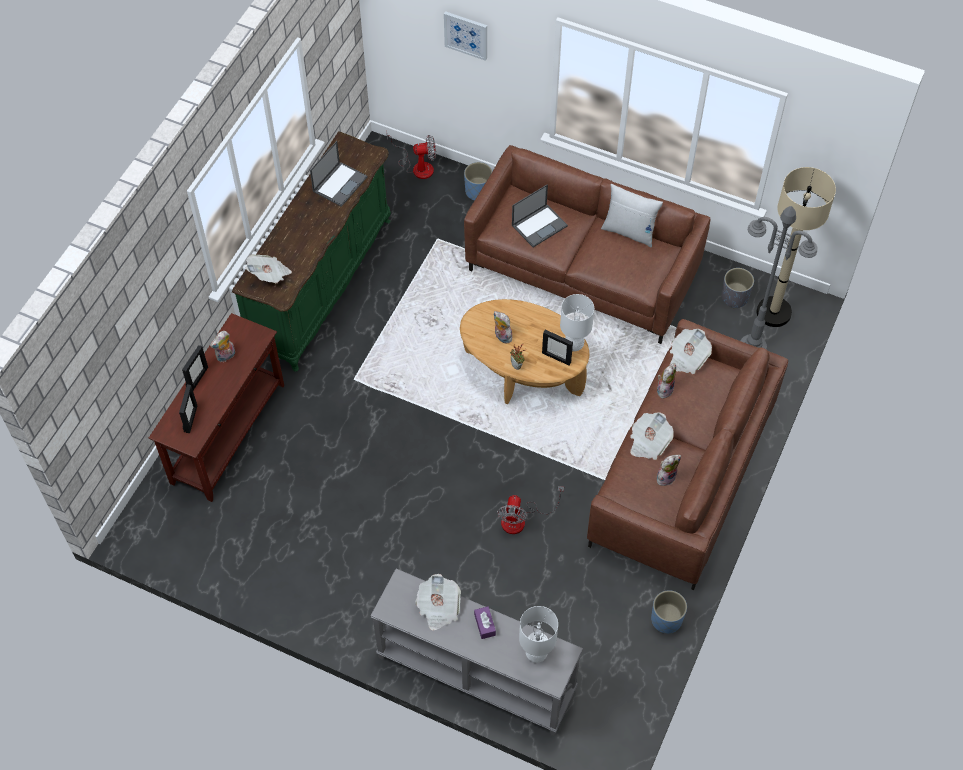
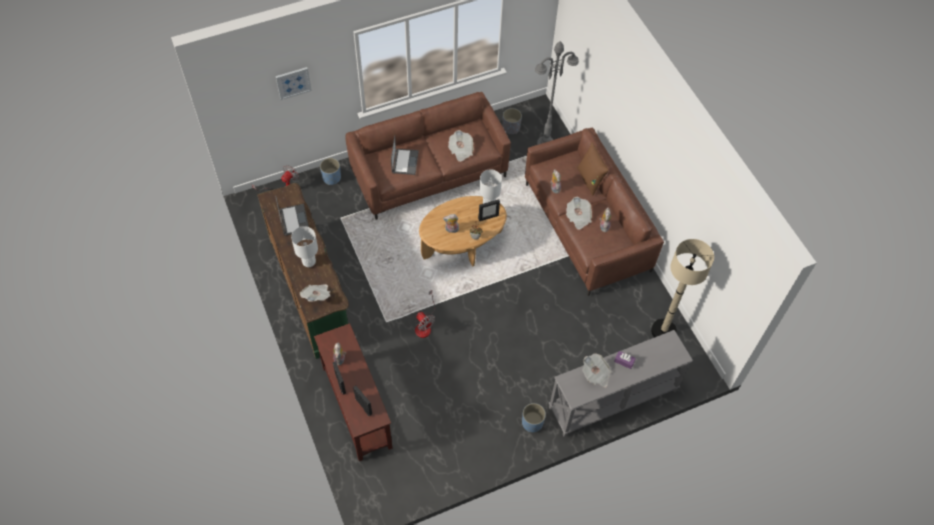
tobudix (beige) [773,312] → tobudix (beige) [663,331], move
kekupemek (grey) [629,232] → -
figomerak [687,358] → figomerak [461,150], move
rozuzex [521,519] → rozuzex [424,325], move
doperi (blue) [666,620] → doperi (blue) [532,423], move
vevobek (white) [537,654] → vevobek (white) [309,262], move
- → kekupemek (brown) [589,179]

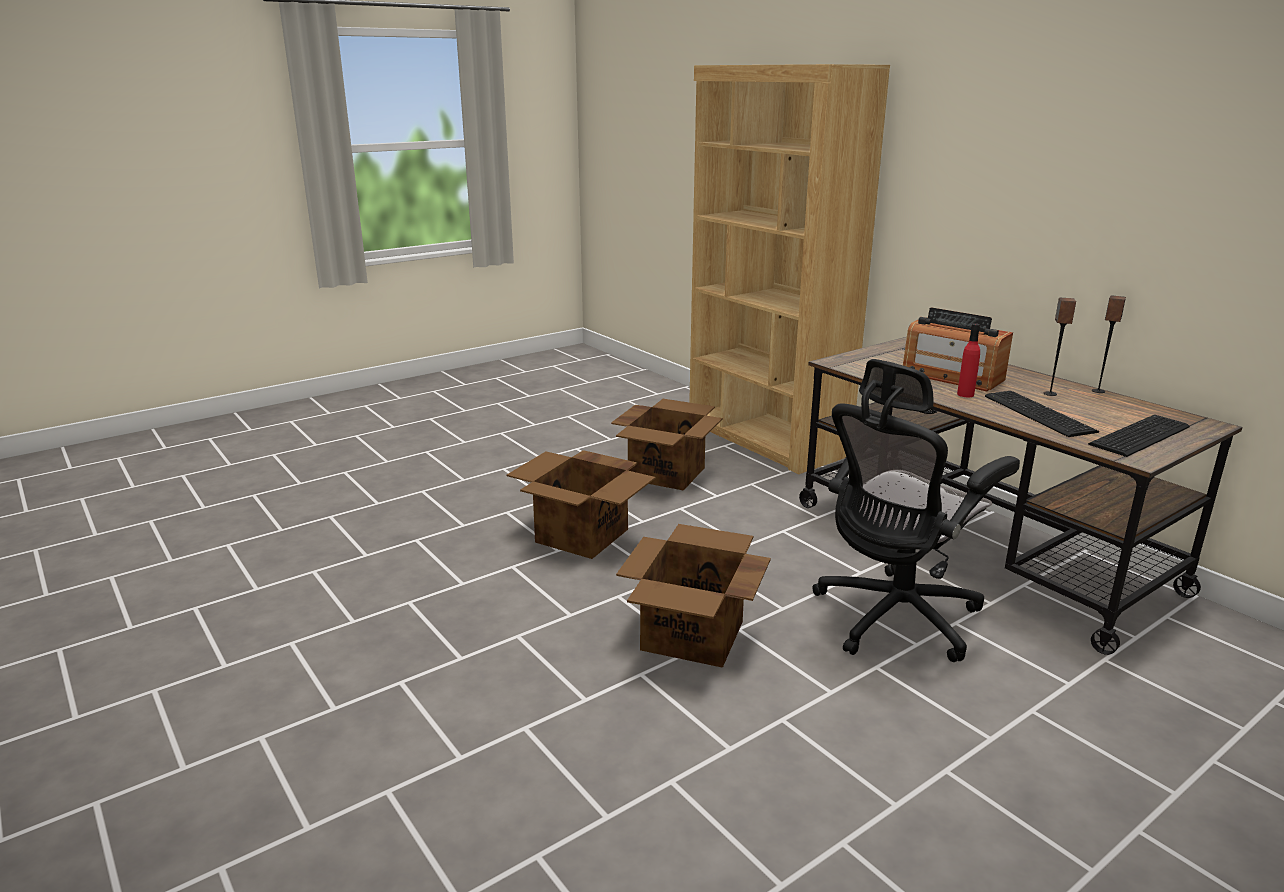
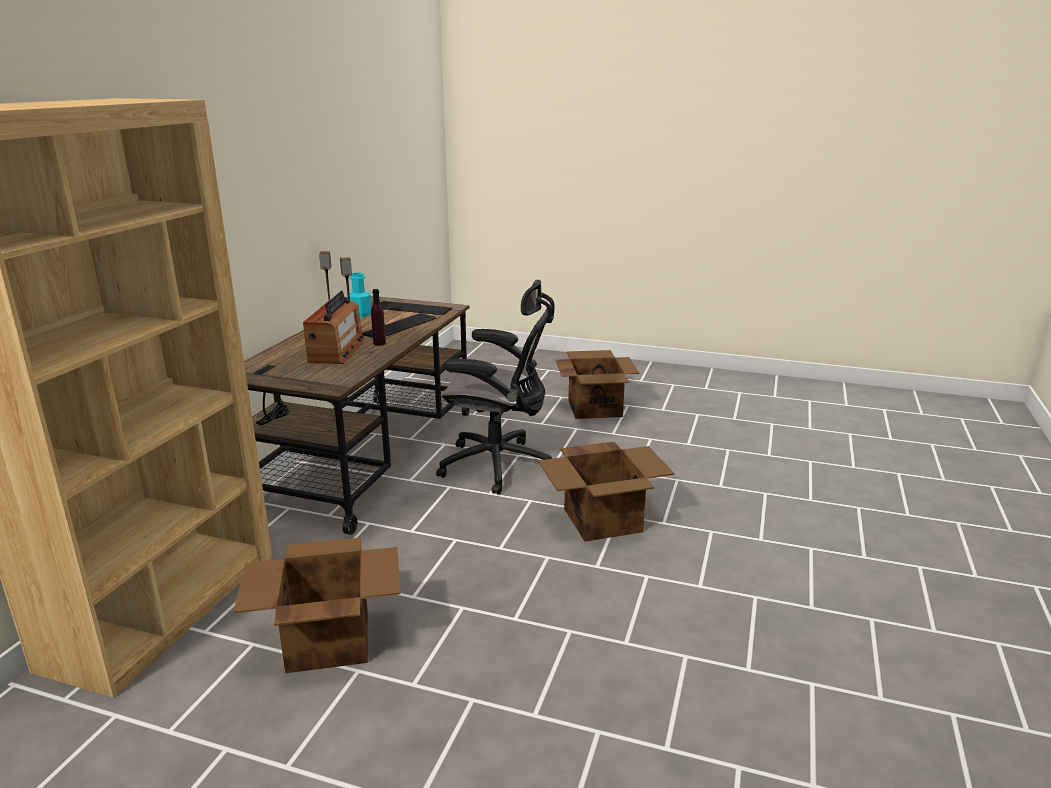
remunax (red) [965,394] → remunax (purple) [379,343]
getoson [583,536] → getoson [595,408], move
- → remunax (turquoise) [360,314]

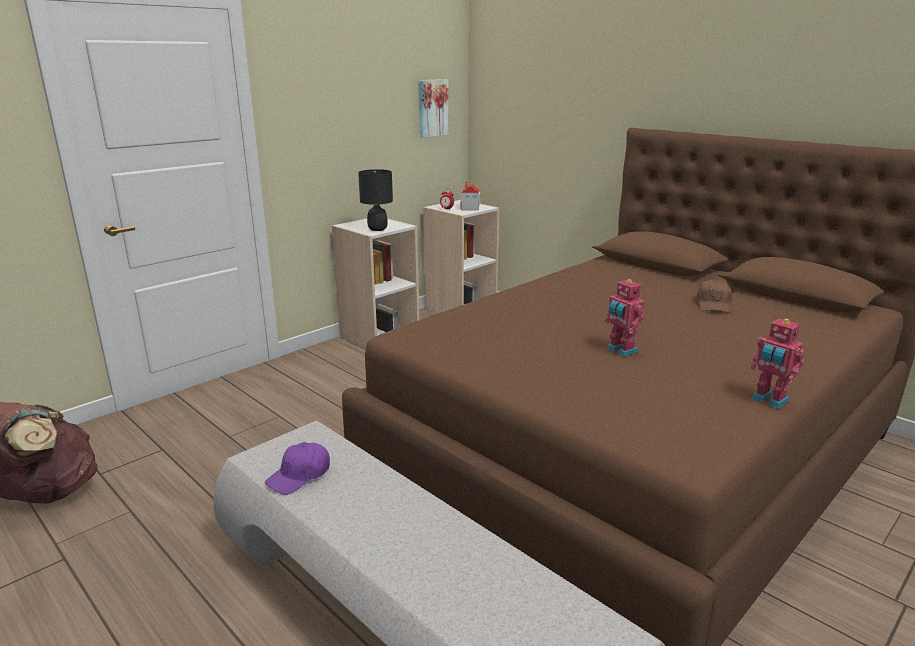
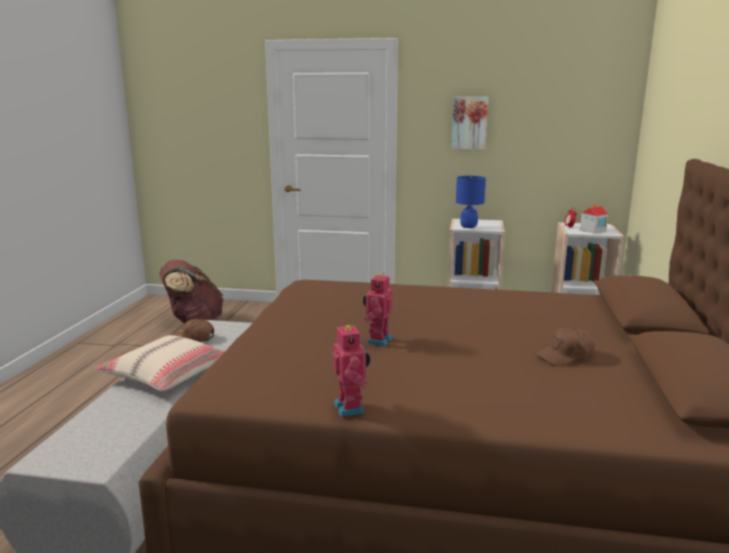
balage [432,108] → balage [469,123], move
vevobek (black) [378,230] → vevobek (blue) [468,227]
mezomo [769,400] → mezomo [351,408], 150 degrees clockwise
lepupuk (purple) [299,476] → lepupuk (brown) [194,338]
- → kekupemek (beige) [166,374]

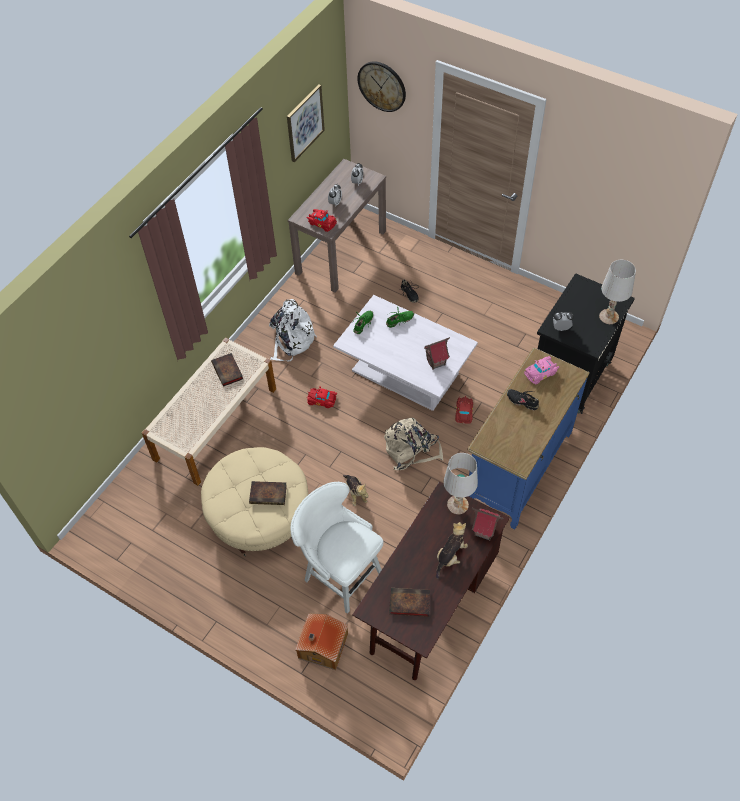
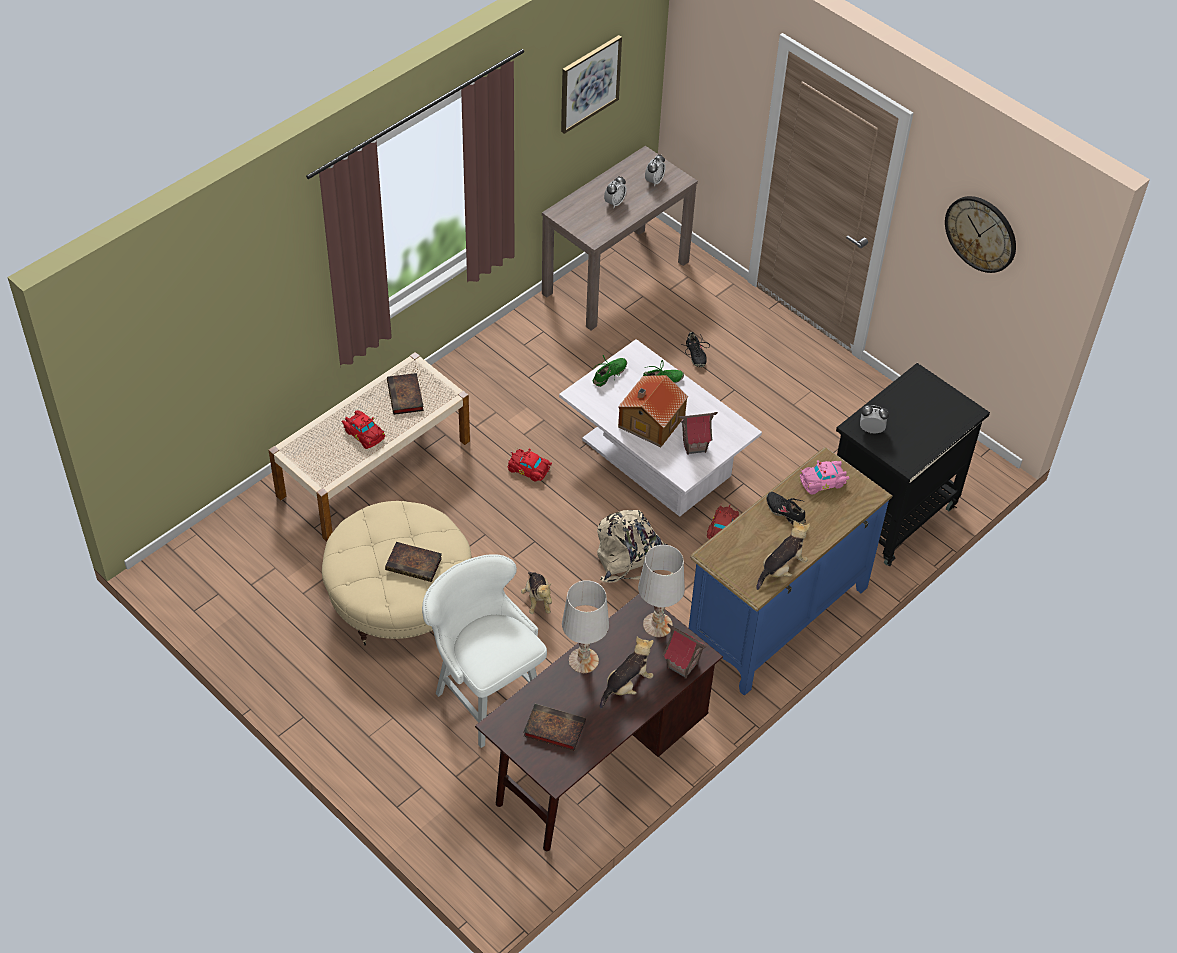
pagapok [382,86] → pagapok [981,233], move
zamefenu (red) [322,222] → zamefenu (red) [364,433], move
vevobek (white) [608,316] → vevobek (white) [583,660], move
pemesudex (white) [291,340] → -
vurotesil [322,646] → vurotesil [650,421], move
- → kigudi [781,569]

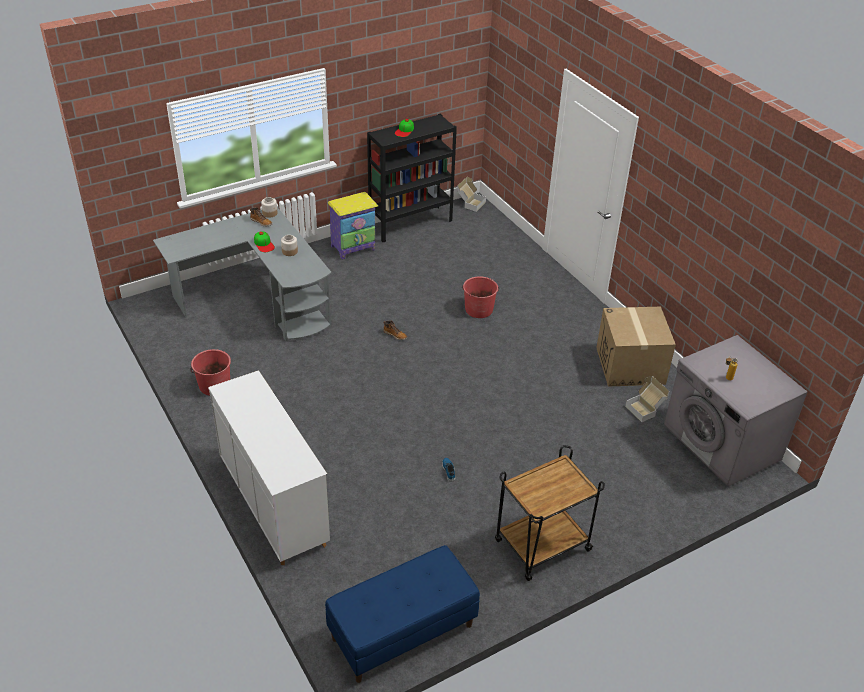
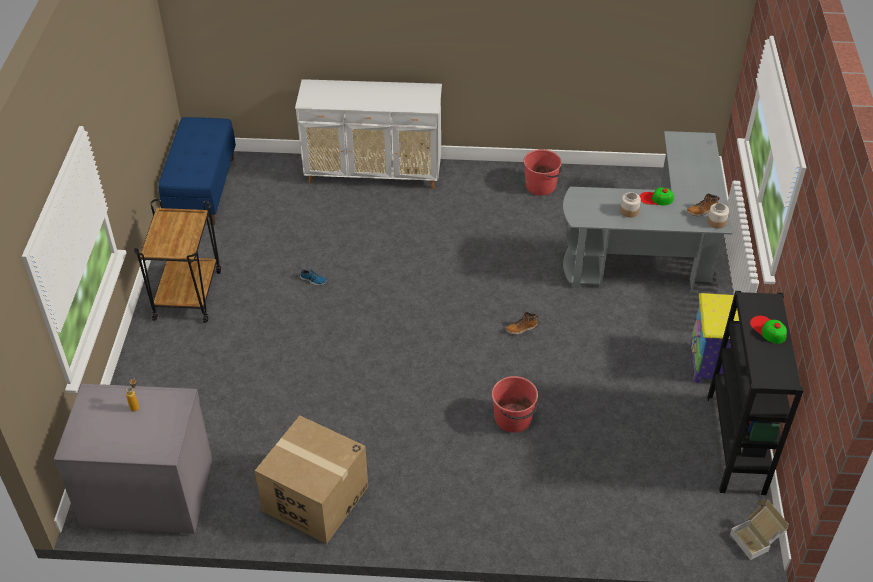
getoson [645,409] → -

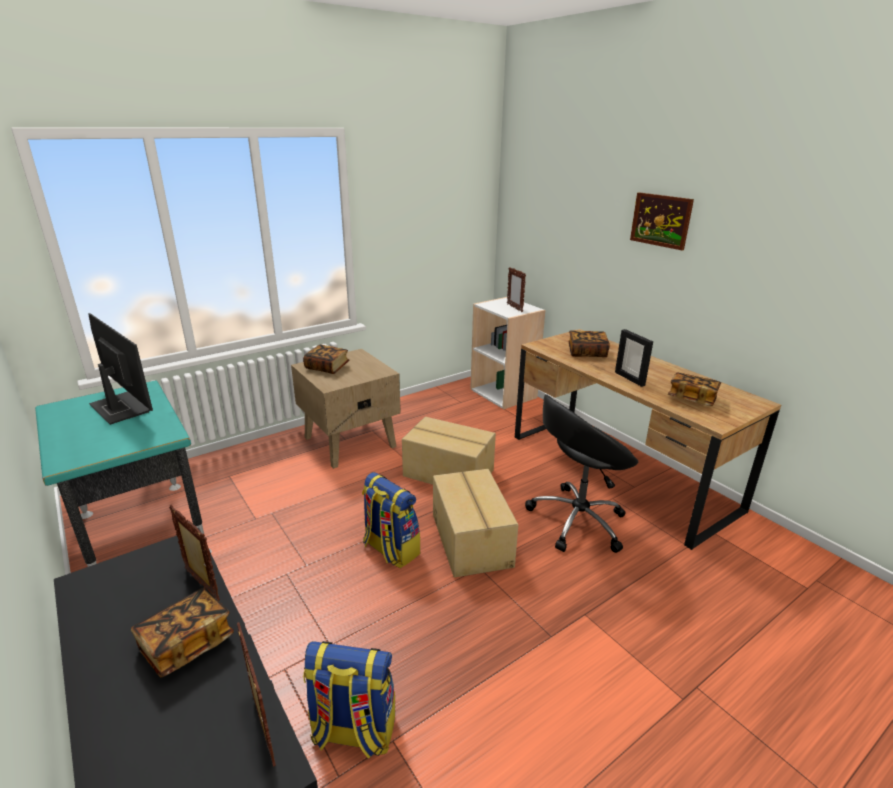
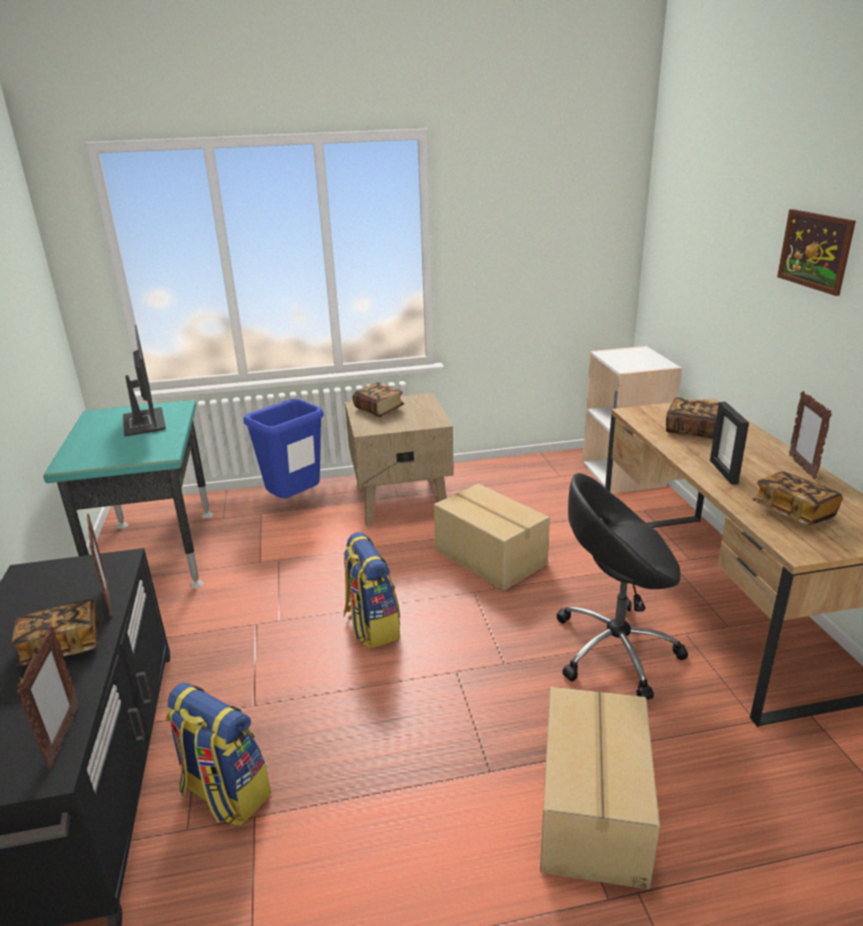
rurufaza [514,308] → rurufaza [801,467], move
getoson [472,539] → getoson [595,809], move
- → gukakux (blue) [294,502]

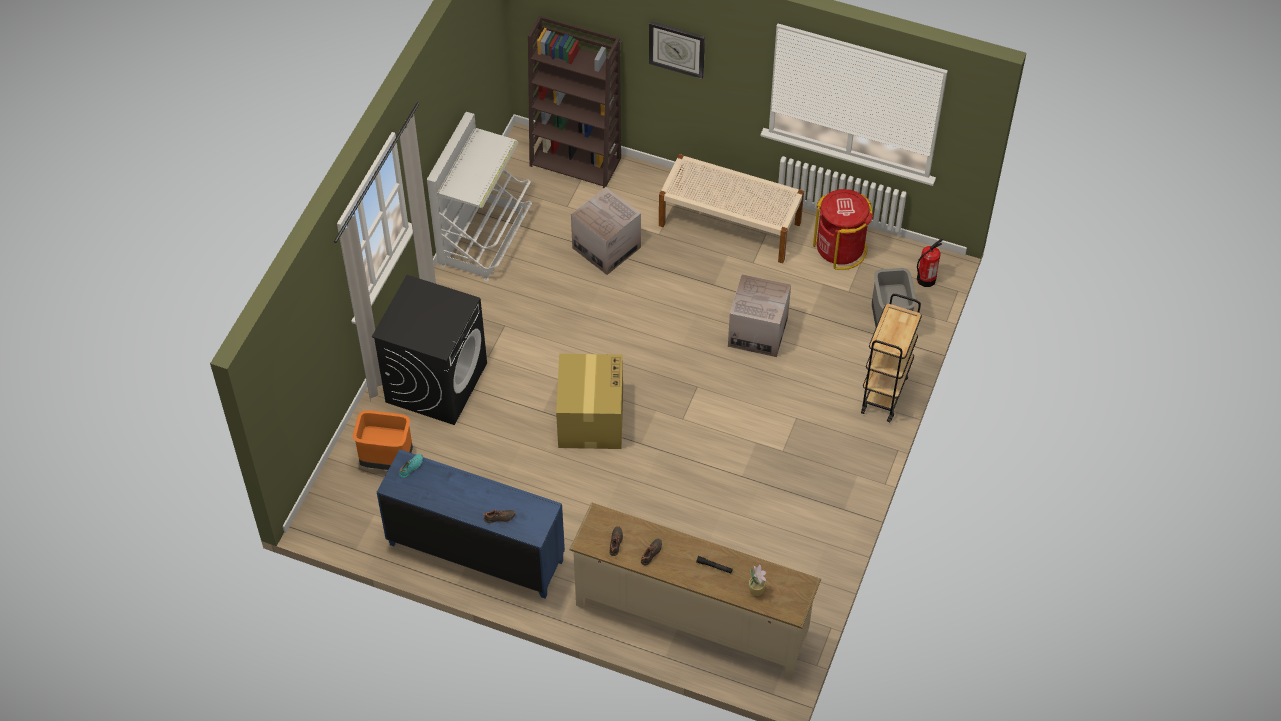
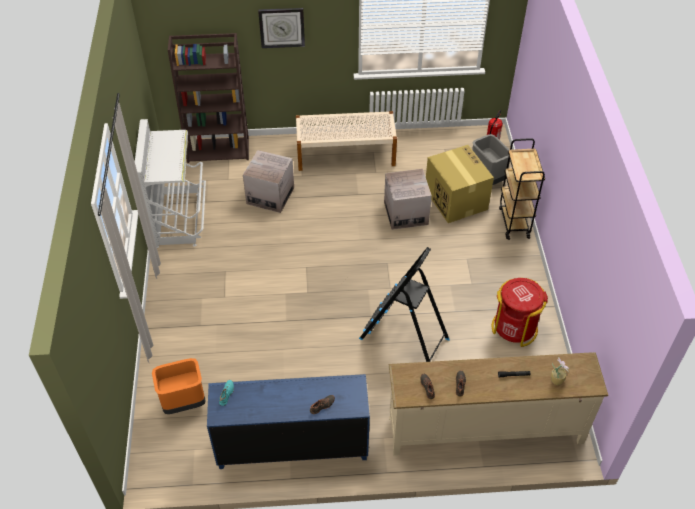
gukakux (red) [840,248] → gukakux (red) [514,327], move
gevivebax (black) [436,382] → -
getoson [590,418] → getoson [455,199], move
- → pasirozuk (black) [403,338]

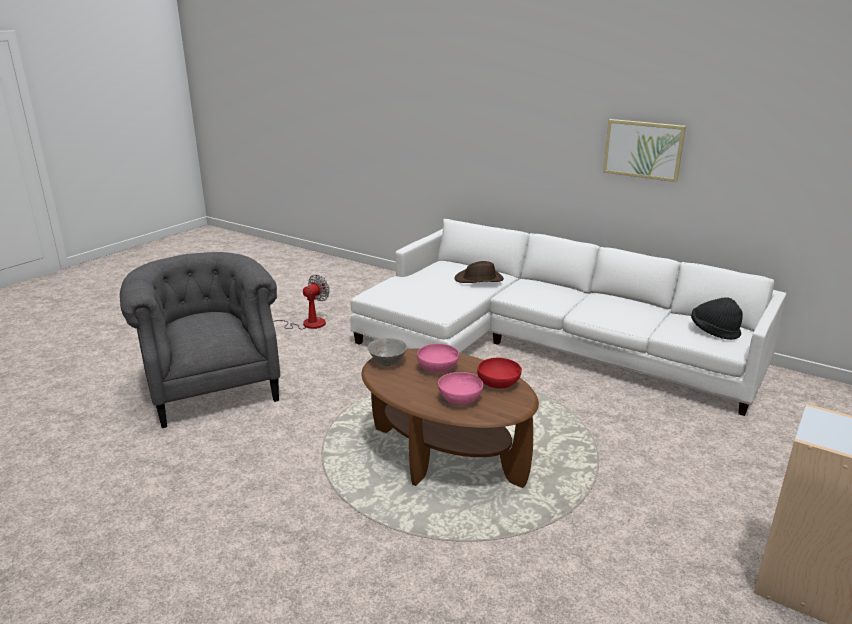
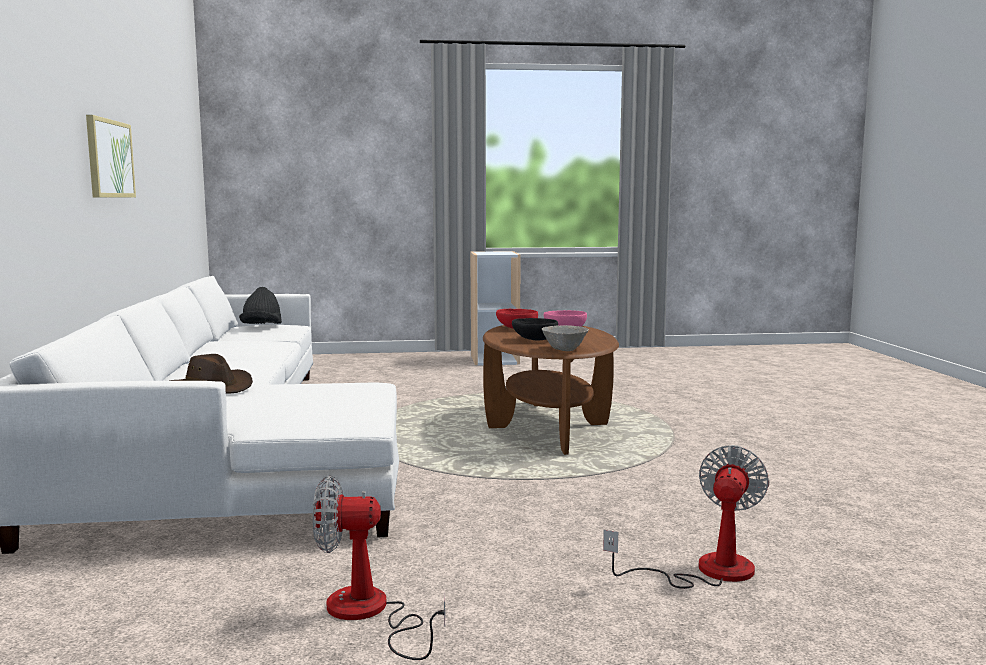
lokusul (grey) [212,387] → rozuzex [706,571]
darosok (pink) [438,368] → darosok (black) [534,340]

